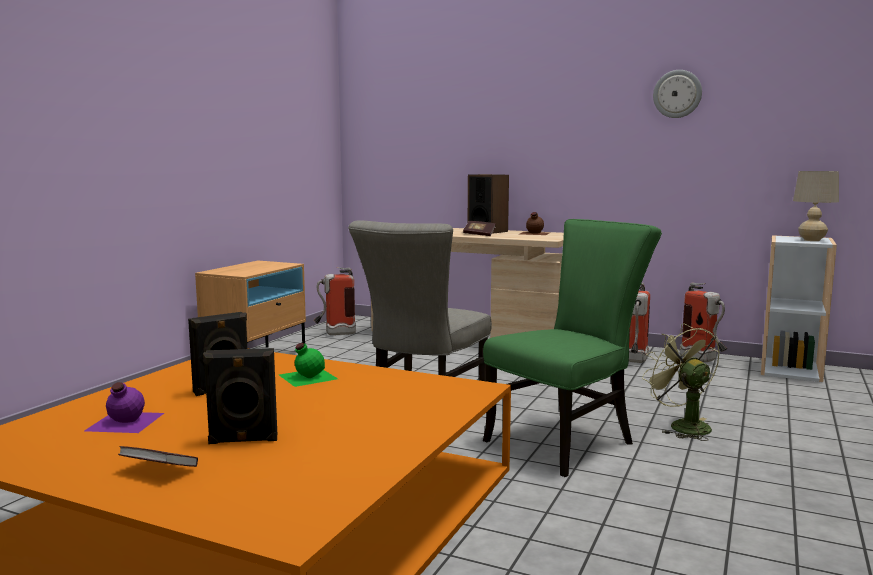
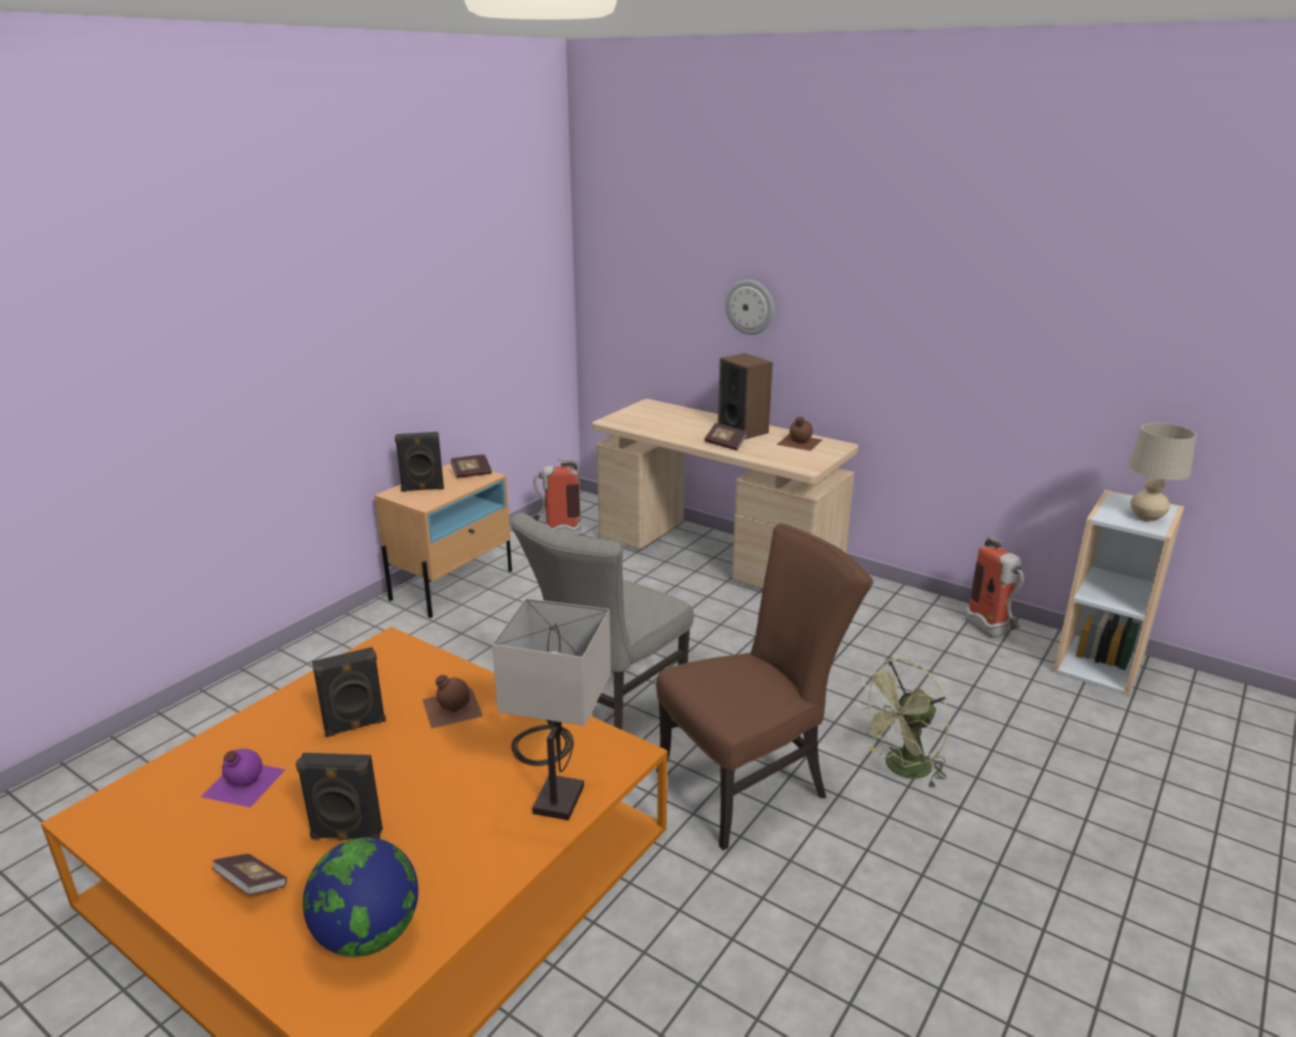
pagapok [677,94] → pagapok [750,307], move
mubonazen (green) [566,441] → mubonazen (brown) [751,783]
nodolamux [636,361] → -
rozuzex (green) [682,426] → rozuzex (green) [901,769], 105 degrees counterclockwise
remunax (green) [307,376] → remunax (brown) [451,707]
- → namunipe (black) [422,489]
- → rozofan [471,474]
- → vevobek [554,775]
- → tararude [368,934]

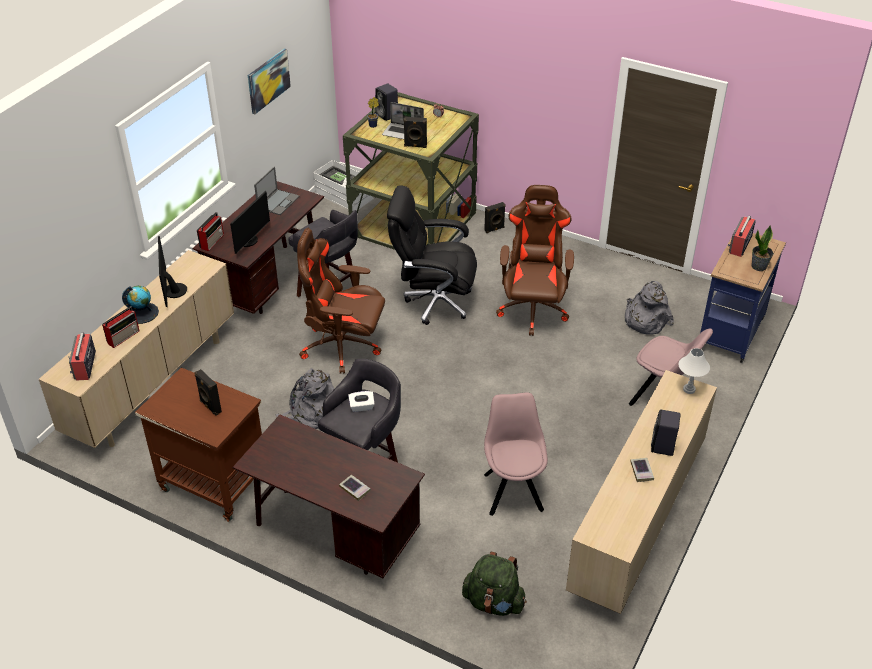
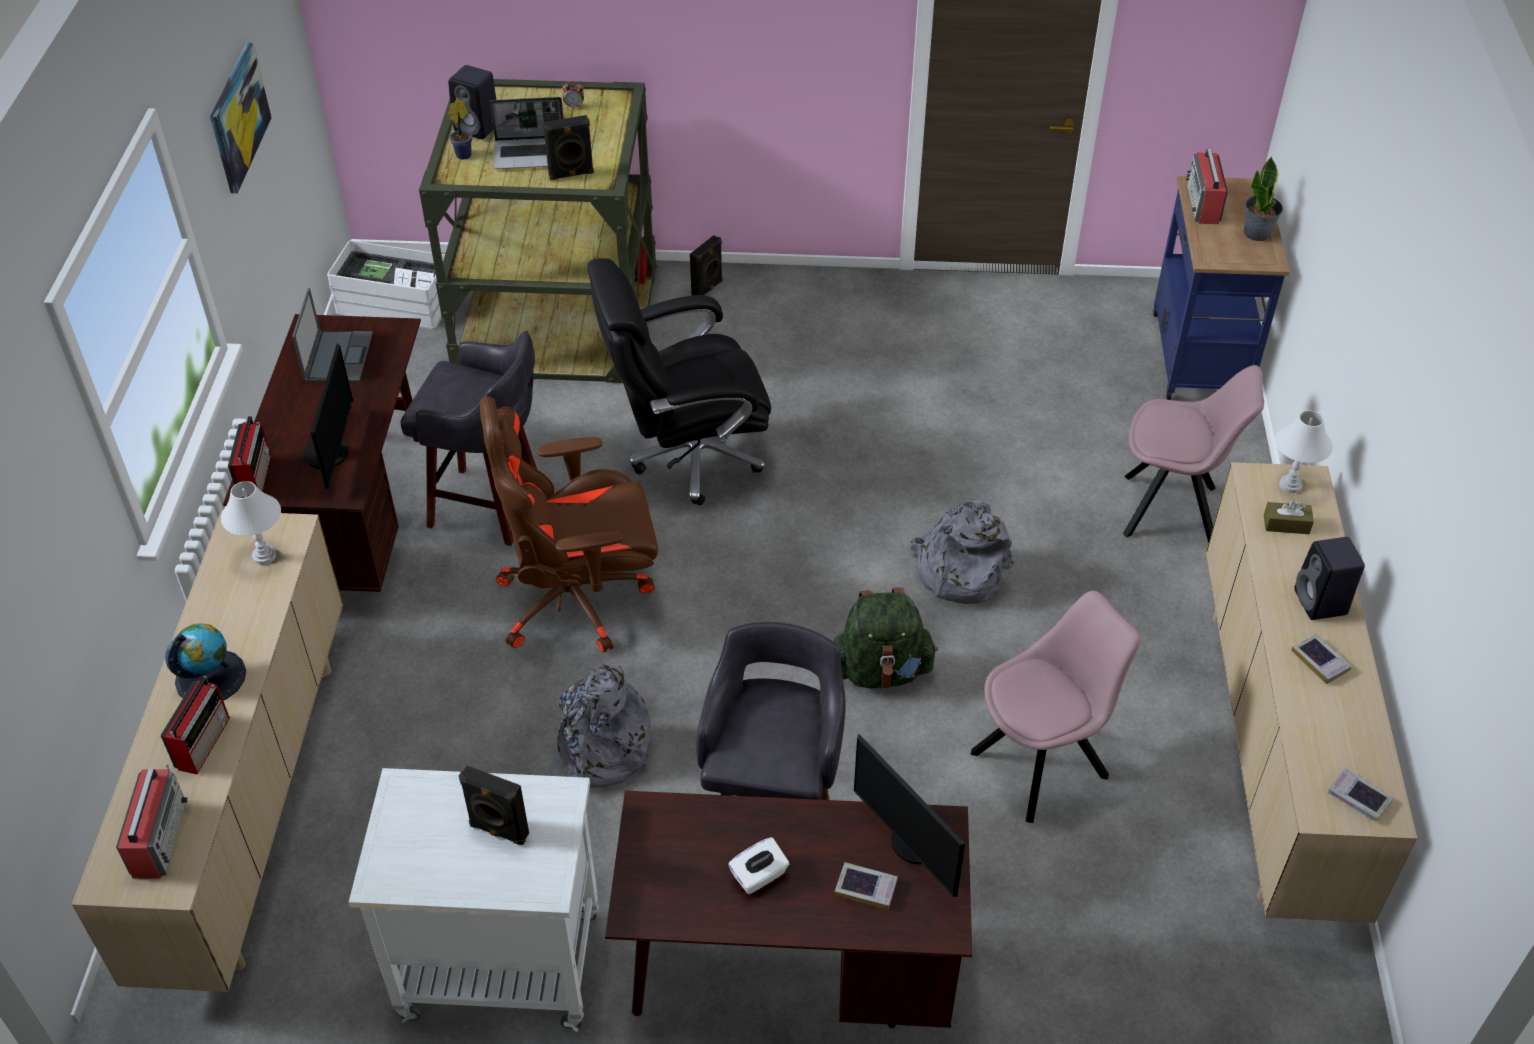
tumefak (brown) [532,314] → -
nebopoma [172,291] → nebopoma [913,844], move
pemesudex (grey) [645,320] → pemesudex (grey) [958,572], move
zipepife [85,366] → zipepife [159,837], 150 degrees counterclockwise
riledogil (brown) [213,484] → riledogil (white) [499,966]
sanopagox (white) [362,407] → sanopagox (white) [759,876], move
mubonazen (pink) [512,492] → mubonazen (pink) [1041,765], 90 degrees clockwise
pemesudex (green) [494,602] → pemesudex (green) [880,671], move
- → vevobek (white) [264,556]
- → sanopagox (brown) [1286,524]
- → rozofan [1358,798]

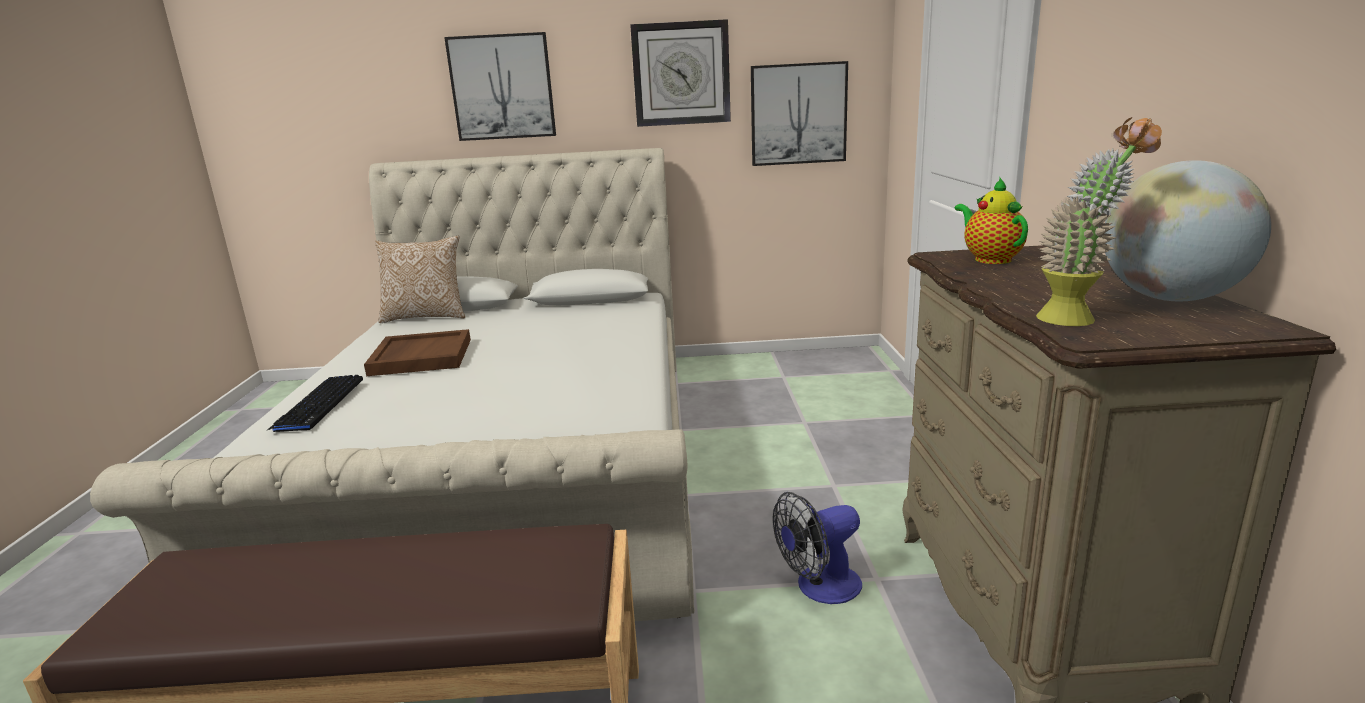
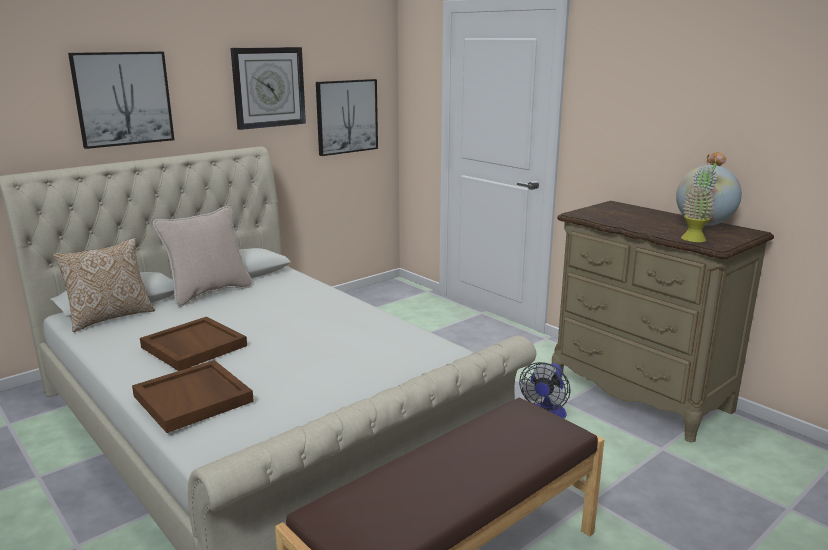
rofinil [989,259] → -
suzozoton [319,404] → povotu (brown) [194,399]
- → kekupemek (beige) [209,293]

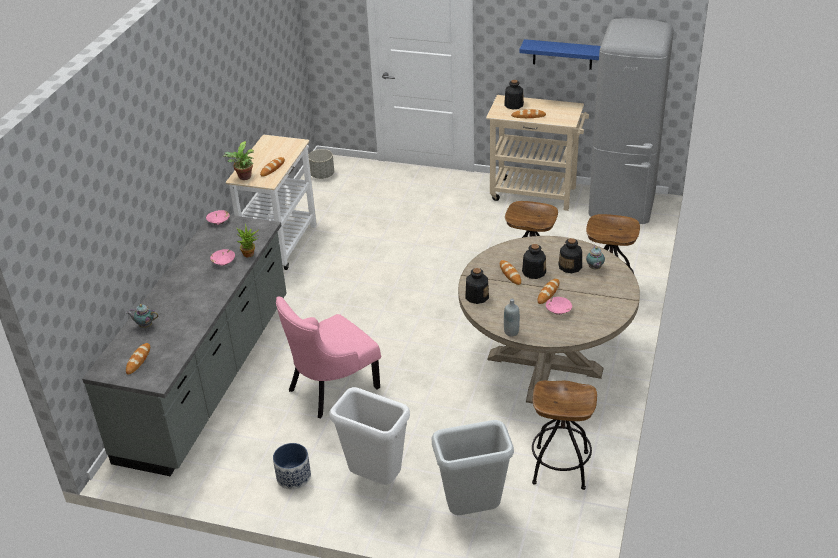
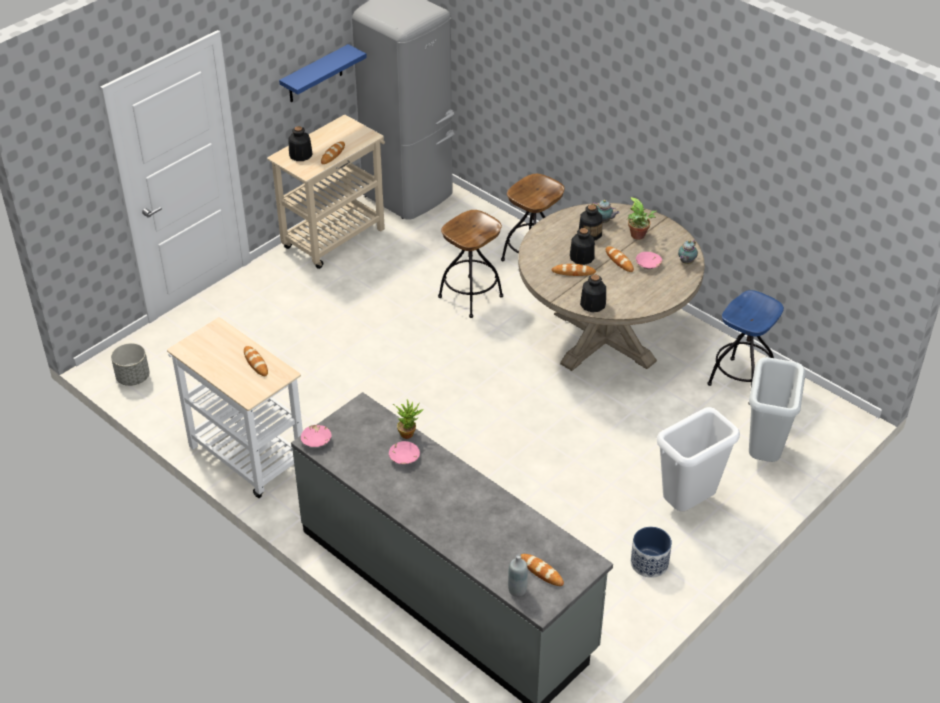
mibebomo [243,177] → mibebomo [639,236], move
mubonazen (pink) [333,387] → -
remunax (grey) [511,332] → remunax (grey) [517,590], move
rofinil [145,325] → rofinil [686,262], move
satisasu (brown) [560,467] → satisasu (blue) [741,381]

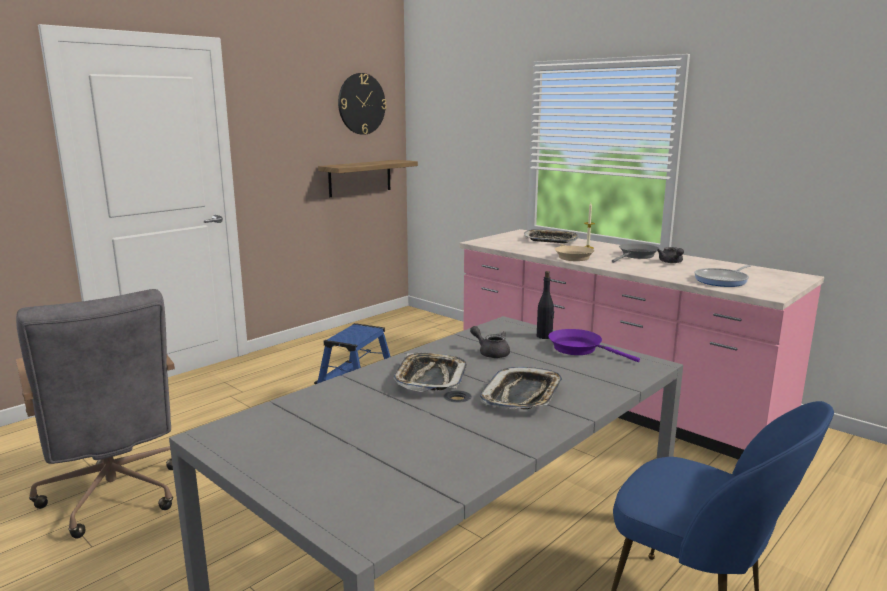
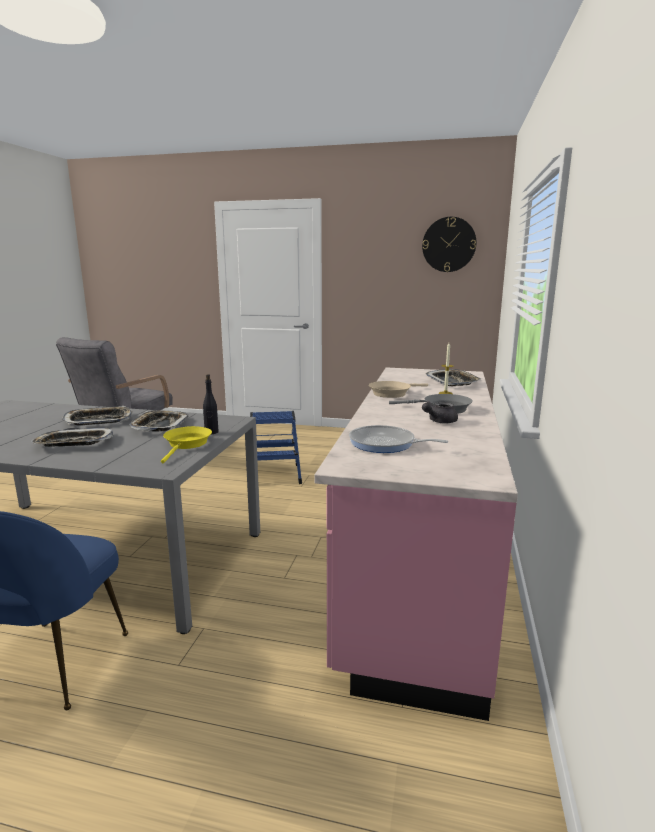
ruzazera [360,178] → -
rofinil (grey) [491,353] → povotu [159,425]
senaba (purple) [579,349] → senaba (yellow) [187,444]

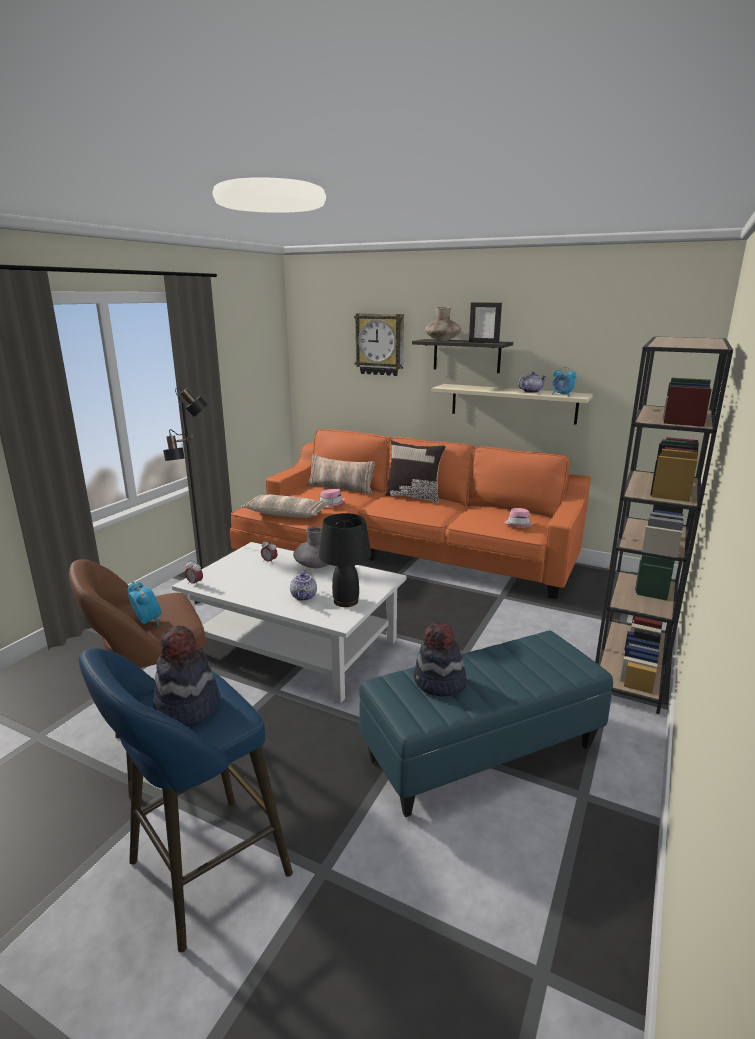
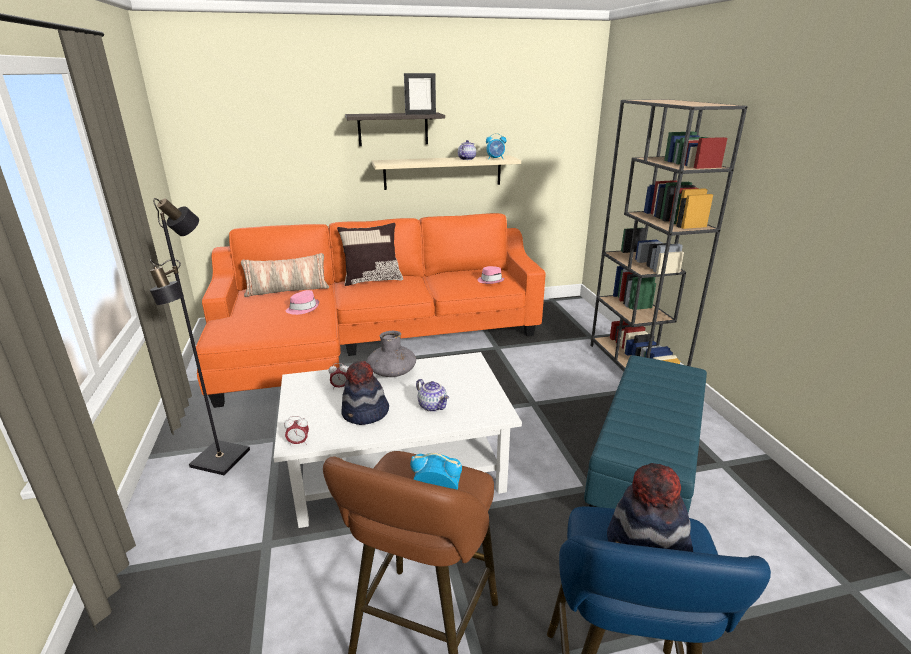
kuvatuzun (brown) [442,340] → -
pagapok [380,344] → -
kekupemek [286,514] → -
vevobek (black) [345,601] → -
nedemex [439,683] → nedemex [365,414], move

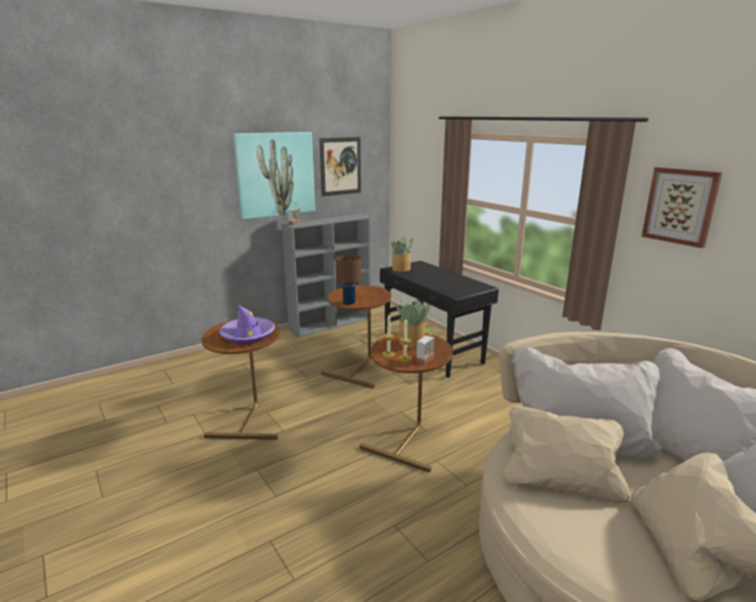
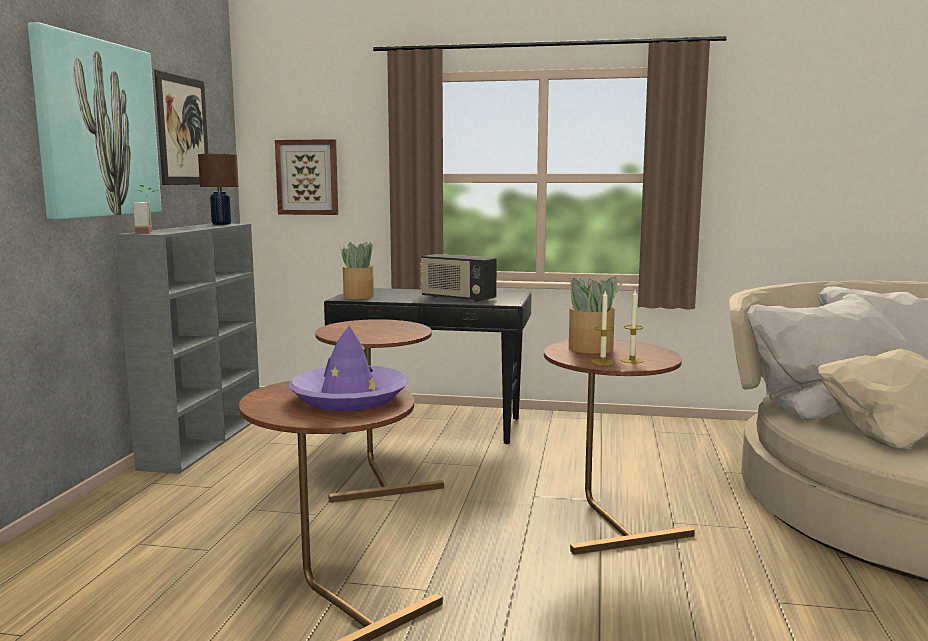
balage [680,206] → balage [307,177], move
vevobek (brown) [348,302] → vevobek (brown) [220,224], move
mibebomo [428,360] → -
- → zipepife [457,298]

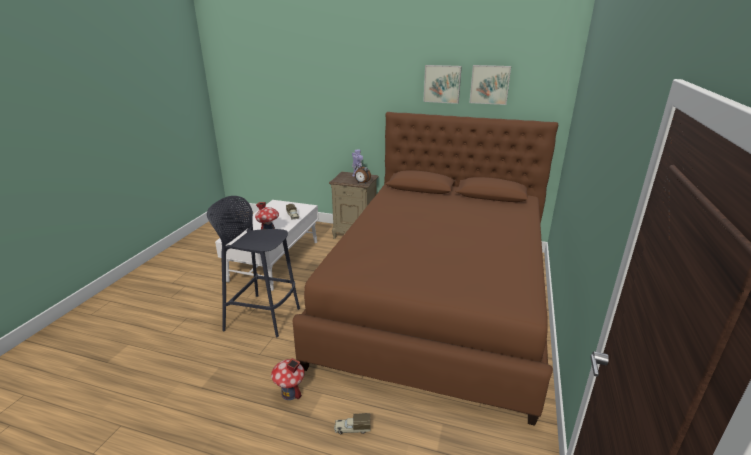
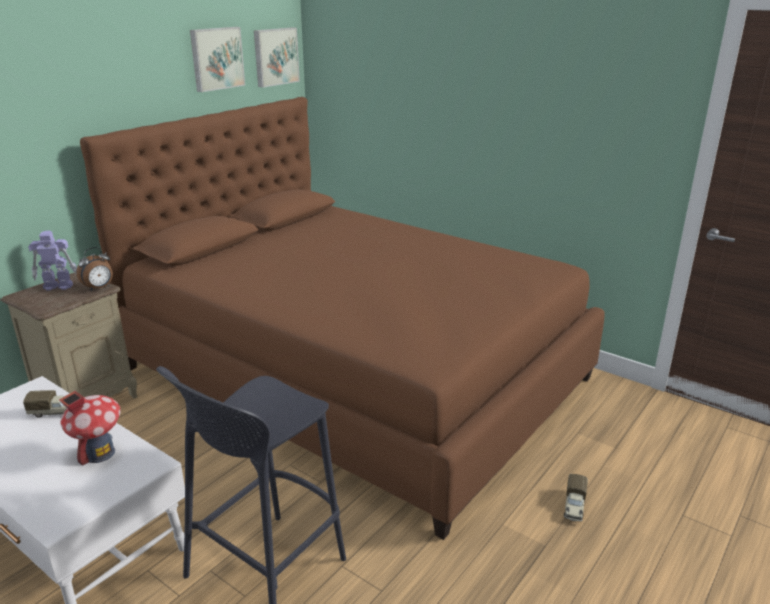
balage [442,84] → balage [275,56], move
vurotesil [290,393] → -

